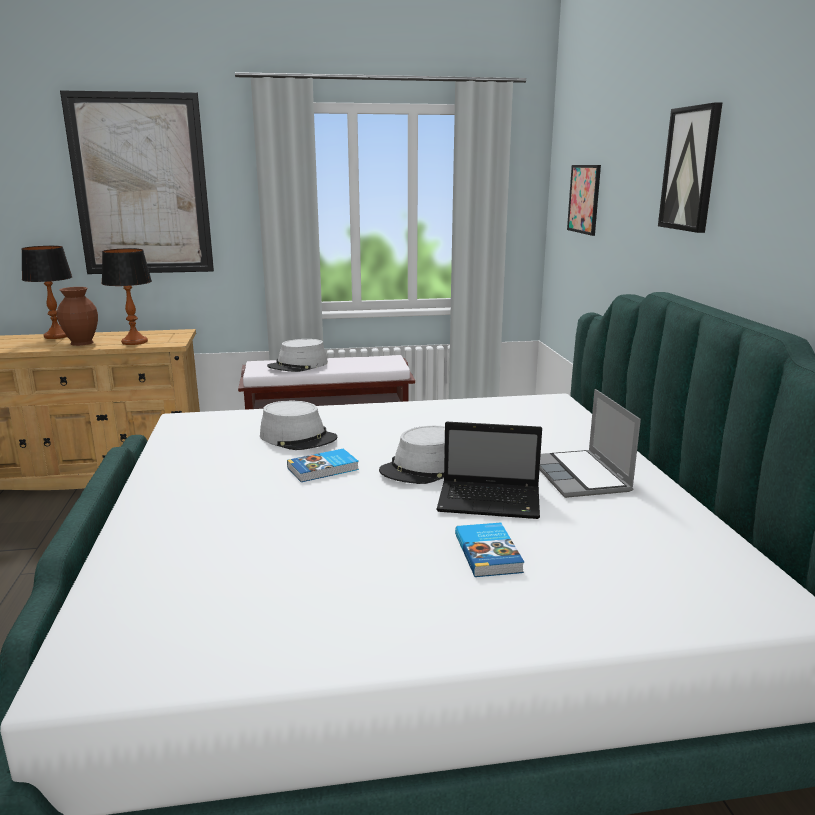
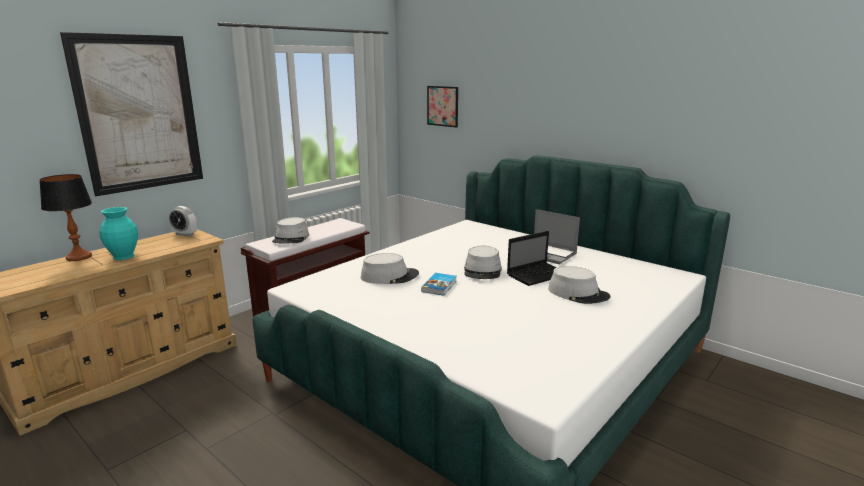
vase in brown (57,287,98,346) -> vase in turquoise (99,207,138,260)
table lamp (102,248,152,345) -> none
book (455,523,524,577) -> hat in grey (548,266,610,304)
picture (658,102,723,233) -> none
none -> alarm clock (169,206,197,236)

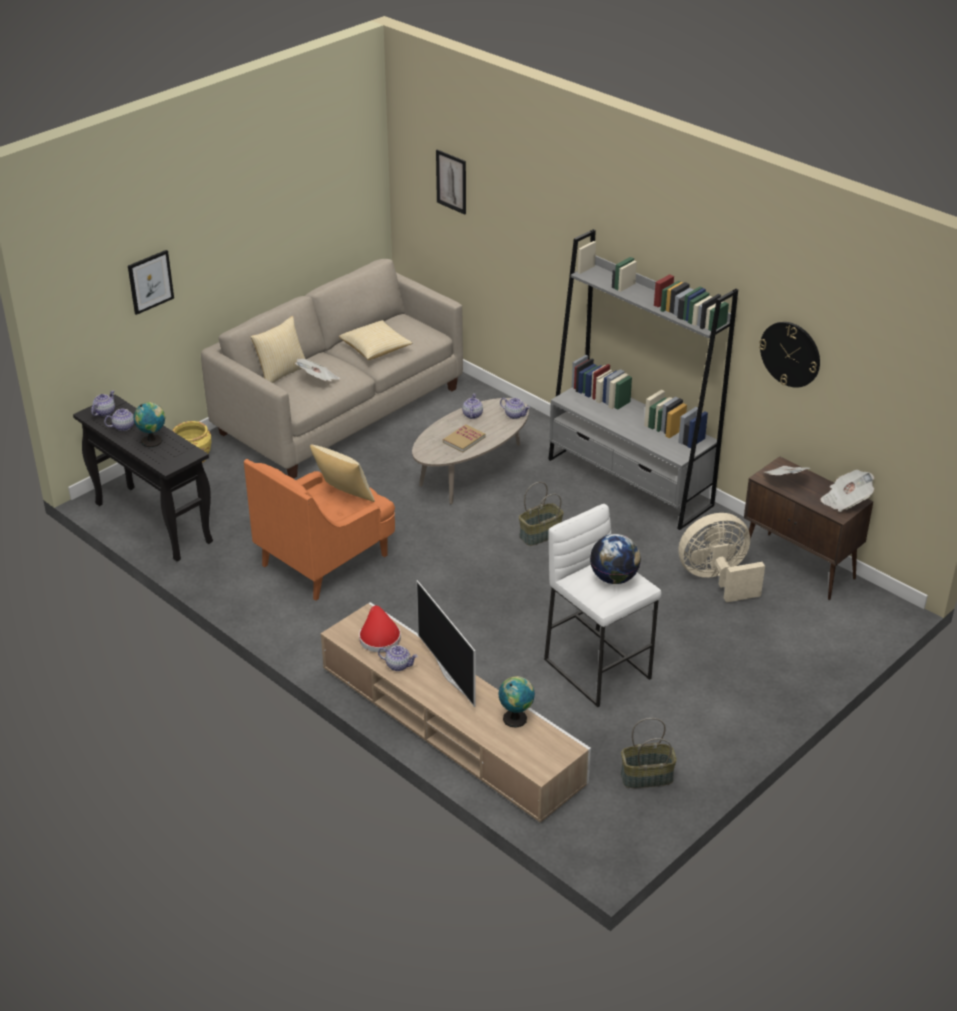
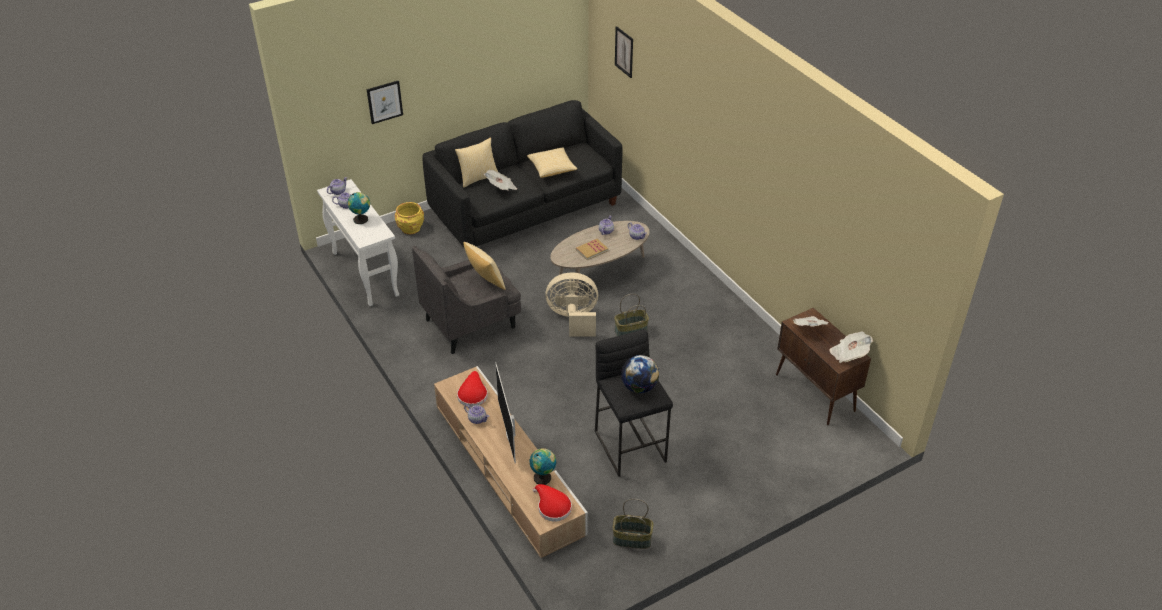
console table in black (73,395,213,562) -> console table in white (317,179,399,306)
sofa in beige (201,259,463,479) -> sofa in black (422,100,622,247)
armchair in orange (244,459,395,601) -> armchair in grey (412,246,521,354)
stool in white (544,504,662,707) -> stool in black (595,329,673,477)
bookcase in grey (548,229,738,530) -> none
fan in beige (679,513,765,603) -> fan in beige (545,272,598,336), relocated
wall clock (759,322,820,388) -> none
none -> hat in red (533,484,572,522)

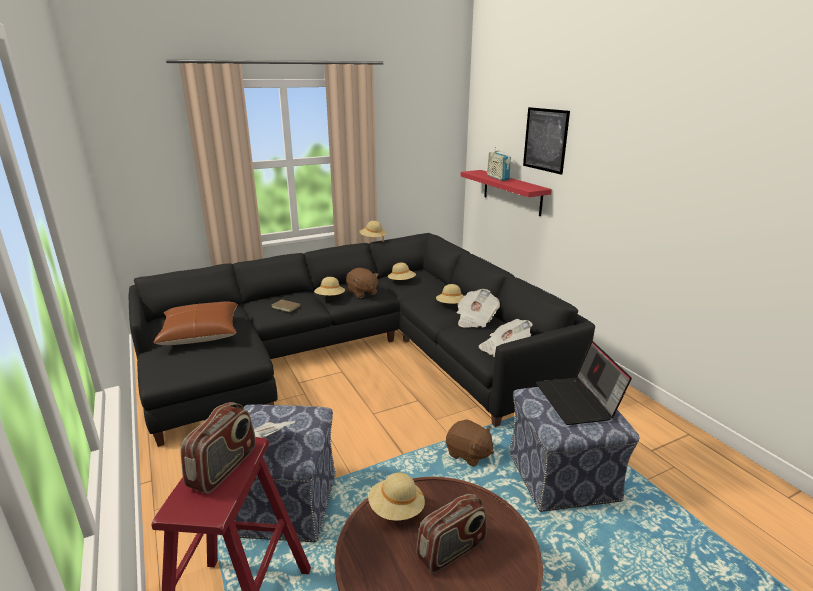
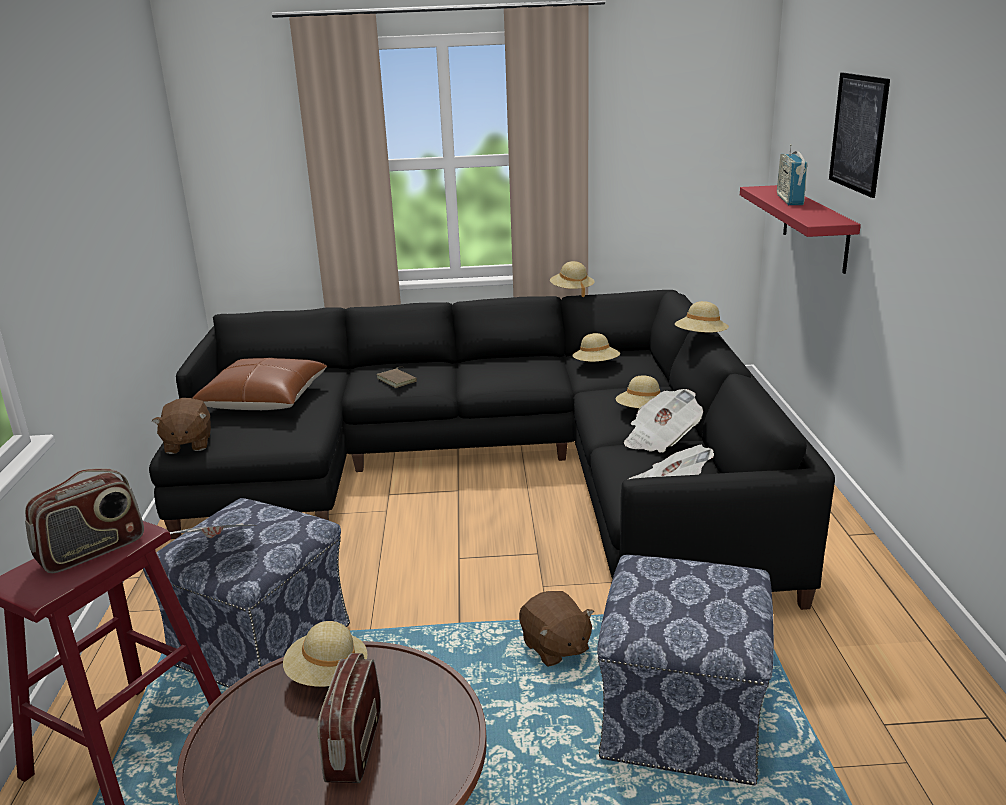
hat in beige (314,277,345,296) -> hat in beige (675,301,729,333), relocated
plush toy in brown (346,268,379,298) -> plush toy in brown (152,398,211,454), relocated
radio (417,494,487,573) -> radio (318,653,381,783), 105 degrees clockwise
laptop (536,341,632,425) -> none

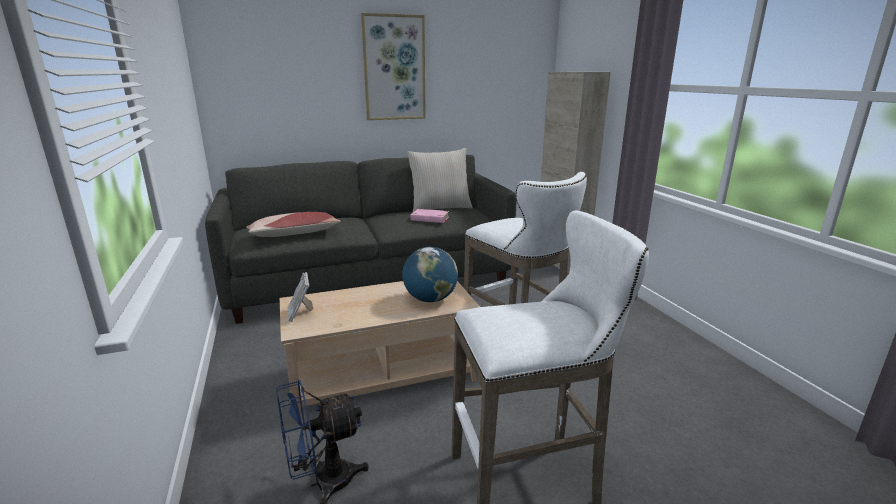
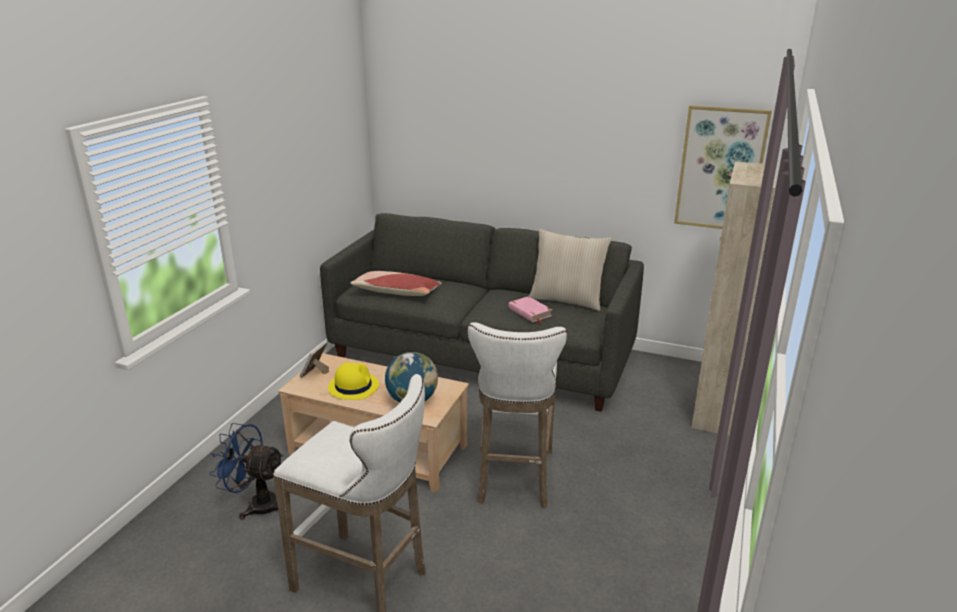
picture (361,13,426,120) -> picture (674,105,772,229), relocated
none -> hat in yellow (328,362,379,400)

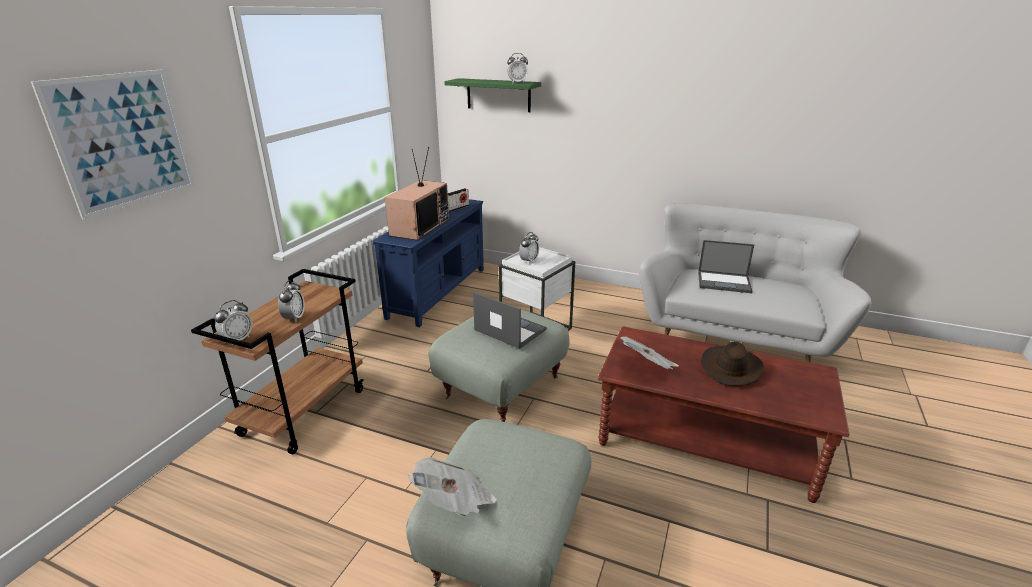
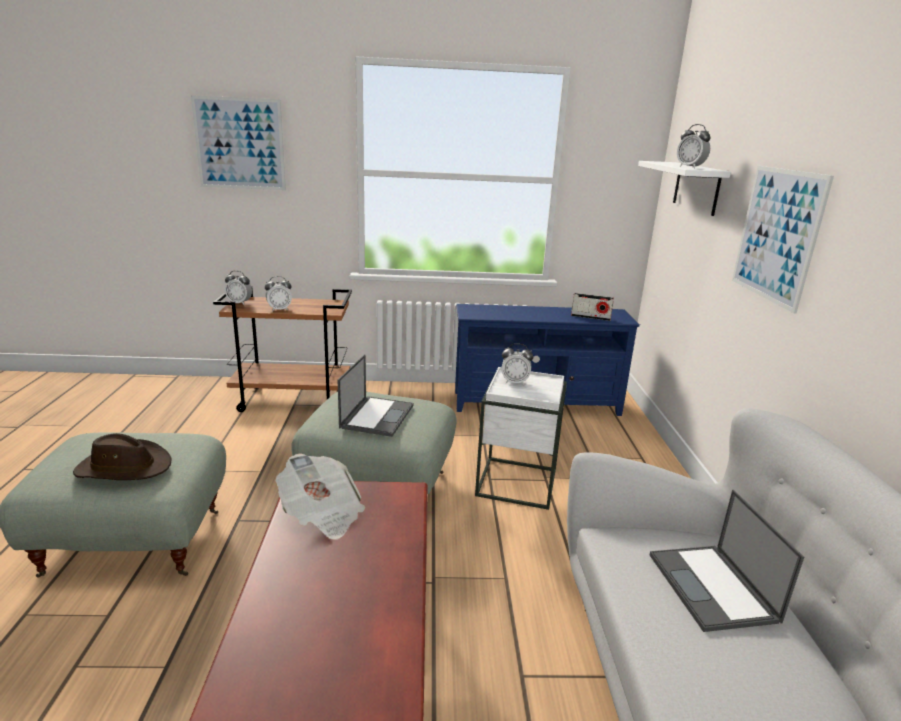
television (385,147,449,240) -> none
newspaper (409,458,497,516) -> none
shelf in green (444,78,541,112) -> shelf in white (638,161,731,216)
hat in brown (701,342,764,386) -> hat in brown (73,433,172,480), relocated
none -> picture (732,166,834,313)

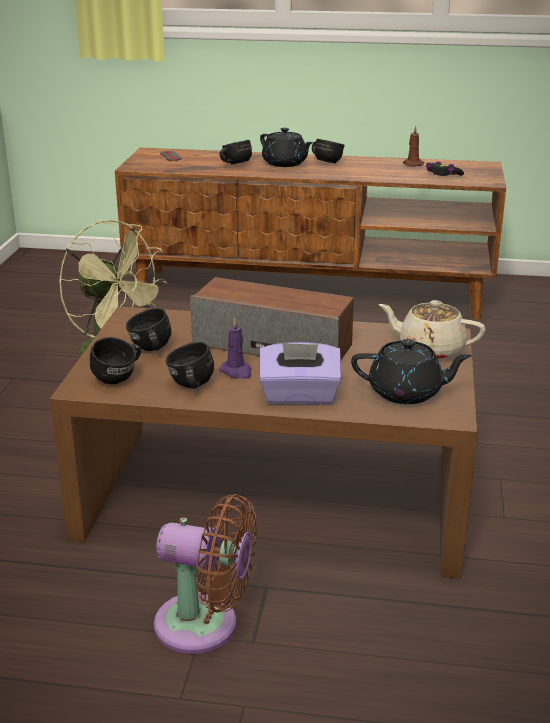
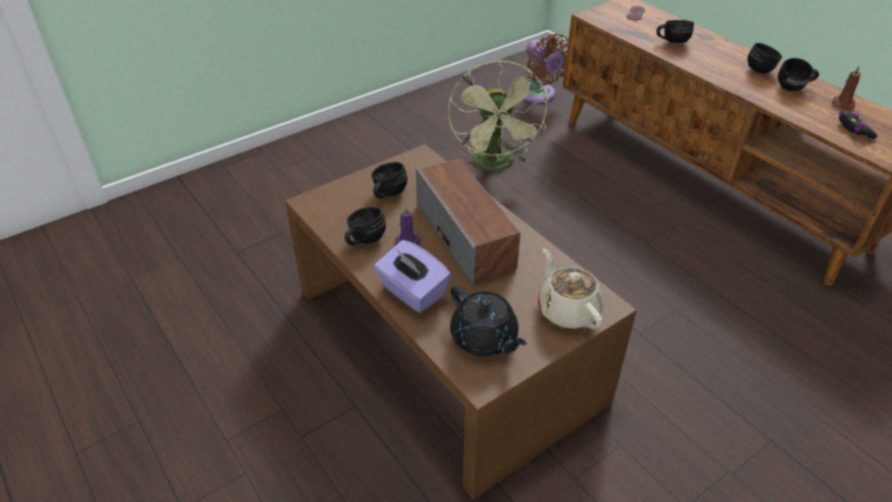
mug in black (90,337,141,384) -> mug in black (778,58,819,91), relocated
fan in brown (154,494,257,654) -> fan in brown (523,34,569,103), relocated
teapot in black (260,128,313,167) -> none

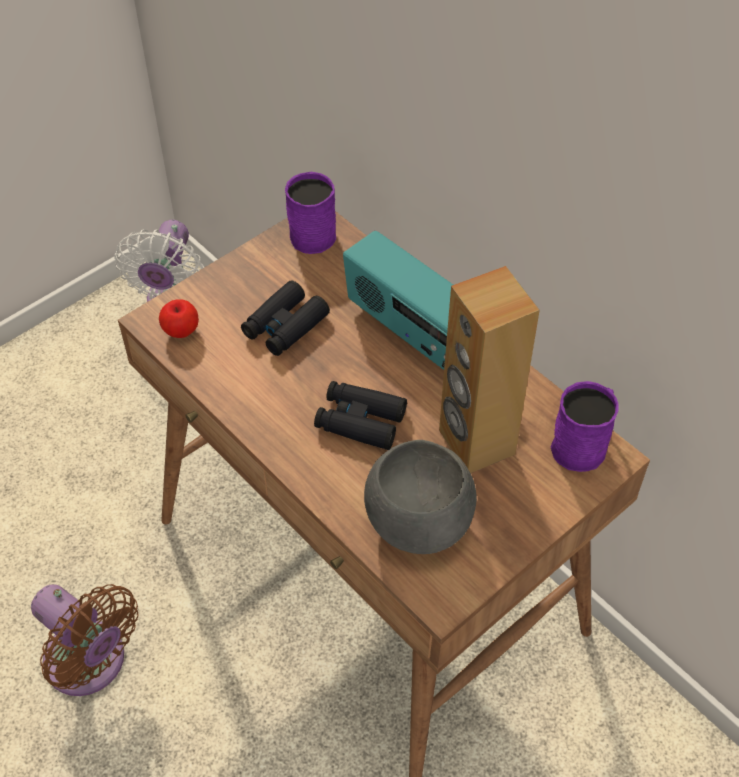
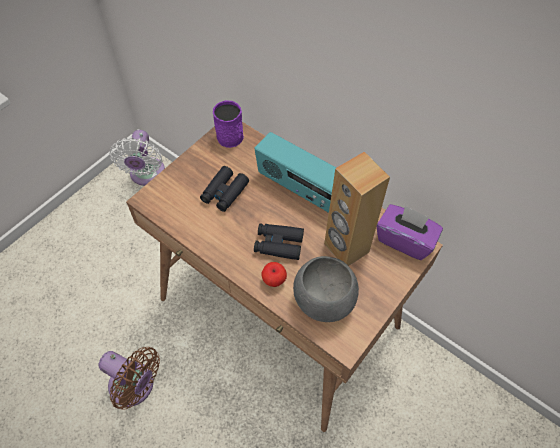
apple (159,299,199,338) -> apple (261,262,287,287), relocated
mug in purple (551,381,619,472) -> tissue box in purple (377,204,443,260)

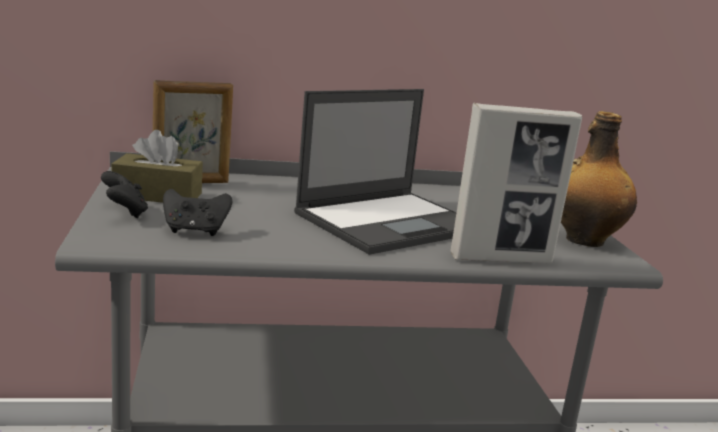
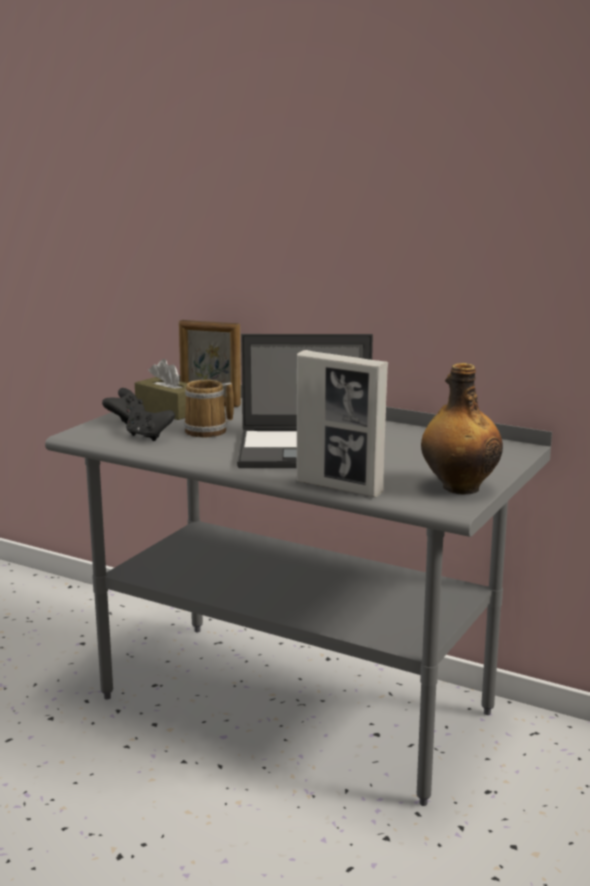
none -> mug (184,380,234,437)

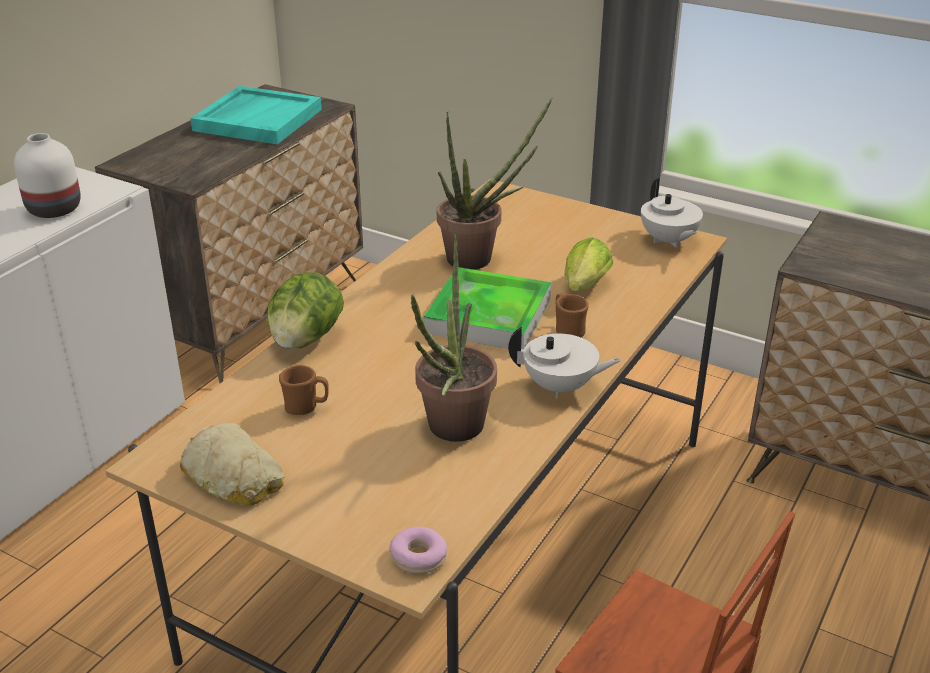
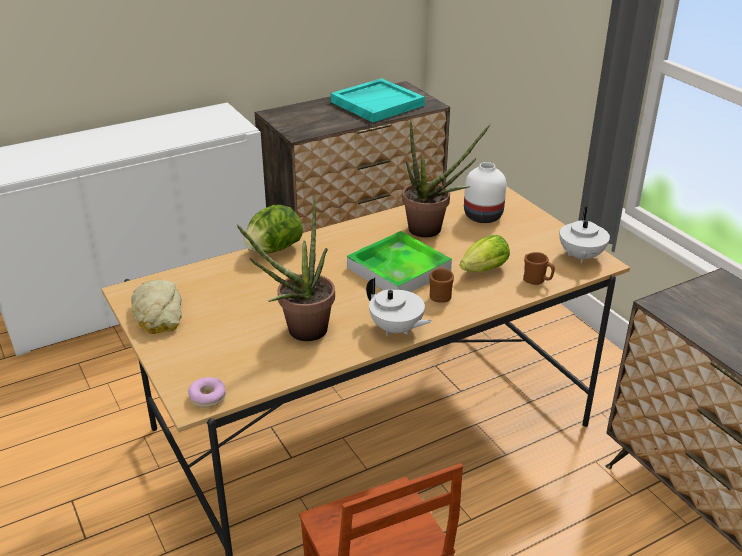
vase in white (14,133,81,218) -> vase in white (464,162,506,223), relocated
mug in brown (279,365,329,415) -> mug in brown (523,252,555,285), relocated

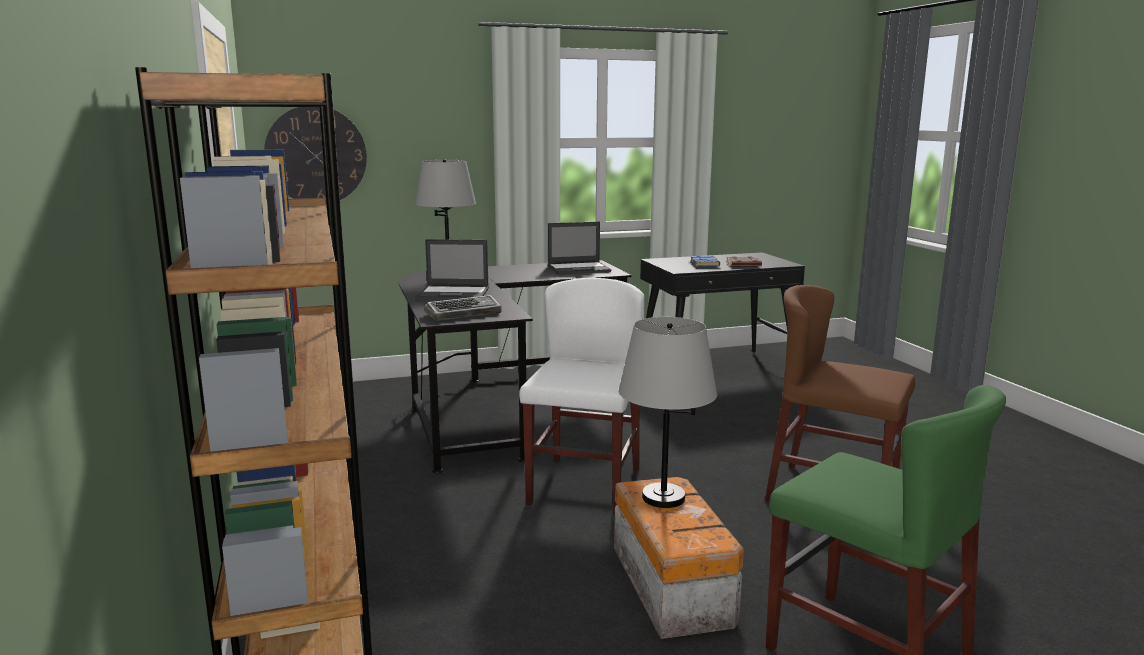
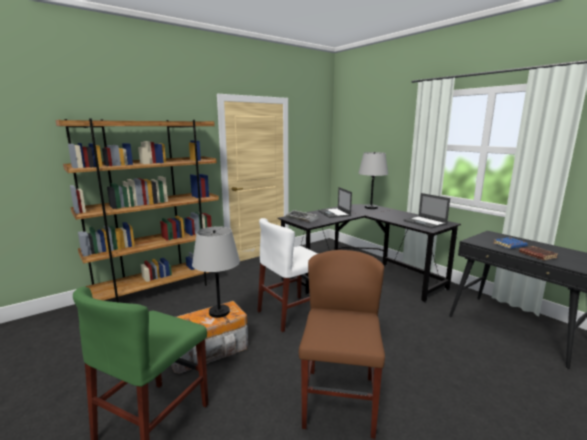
wall clock (264,107,367,204) -> none
chair in white (519,278,645,516) -> chair in white (258,218,318,332), 150 degrees clockwise

